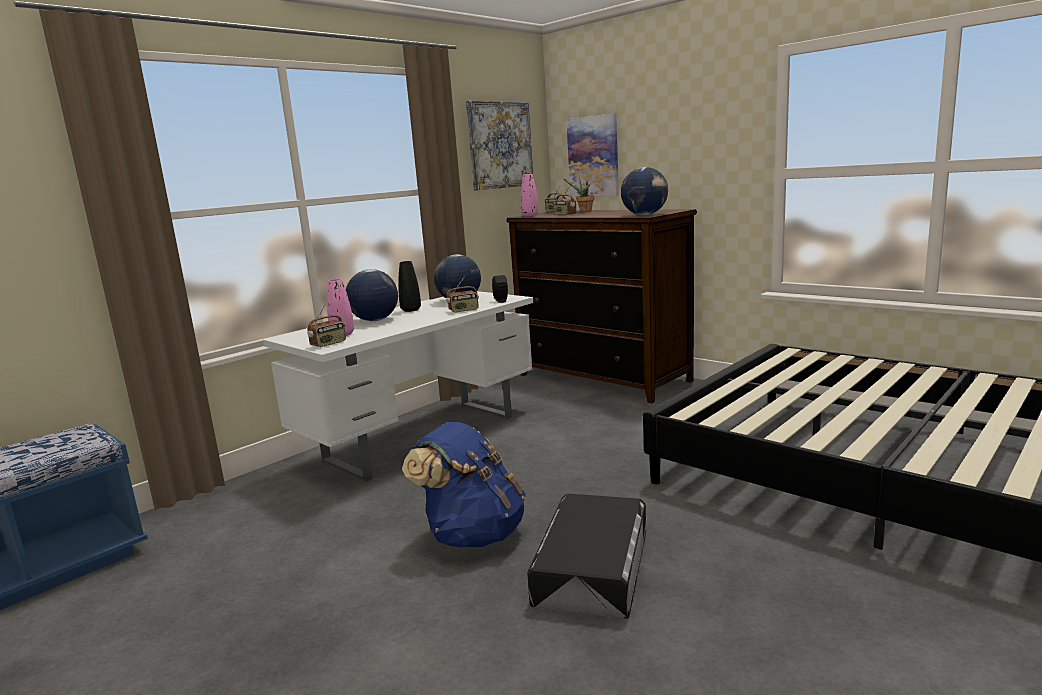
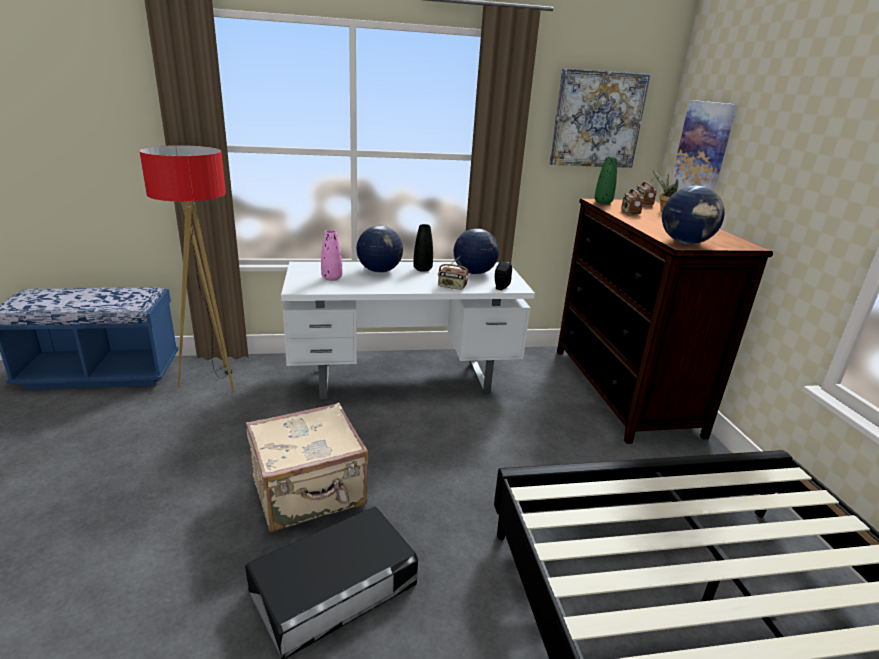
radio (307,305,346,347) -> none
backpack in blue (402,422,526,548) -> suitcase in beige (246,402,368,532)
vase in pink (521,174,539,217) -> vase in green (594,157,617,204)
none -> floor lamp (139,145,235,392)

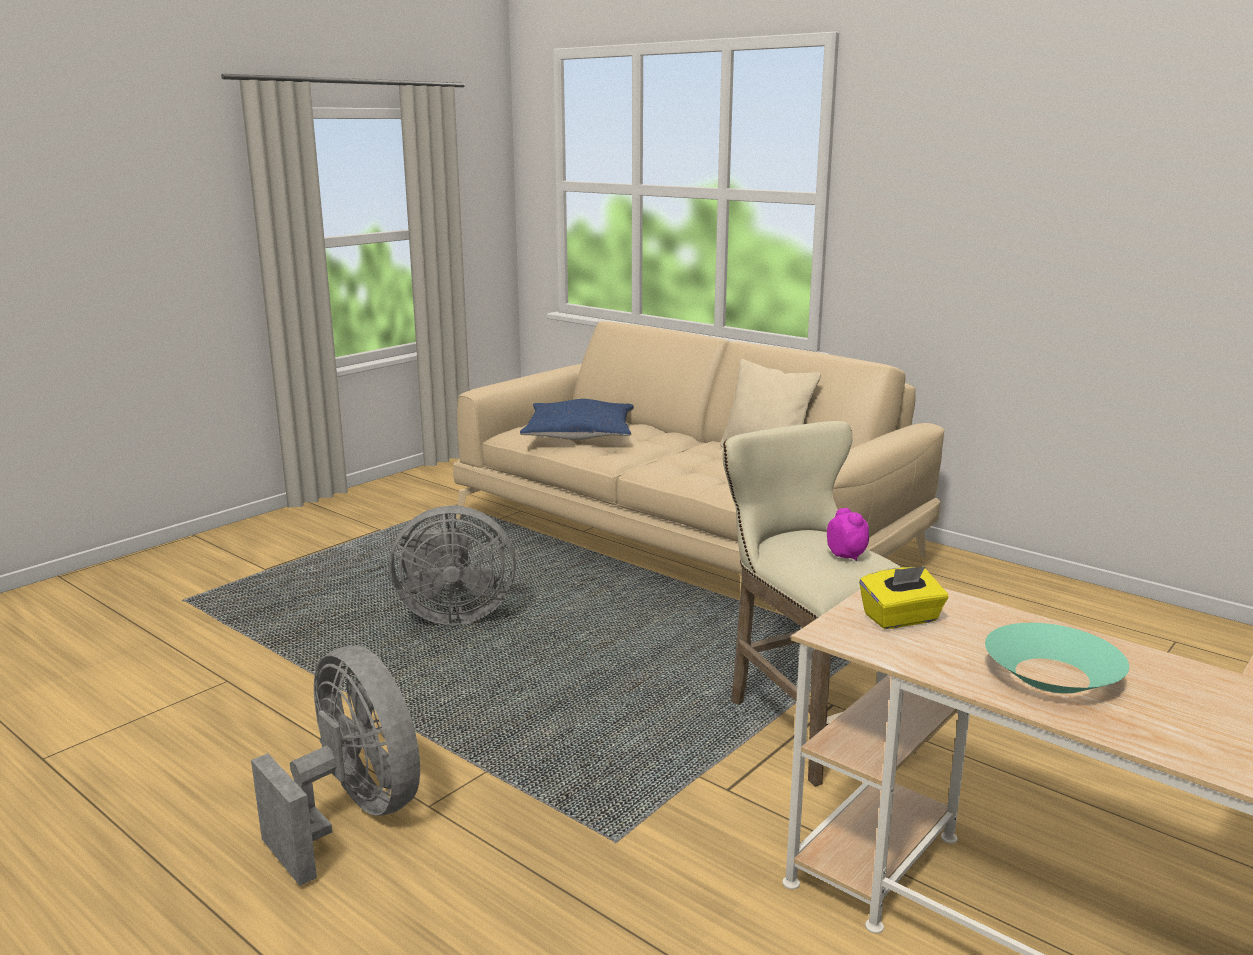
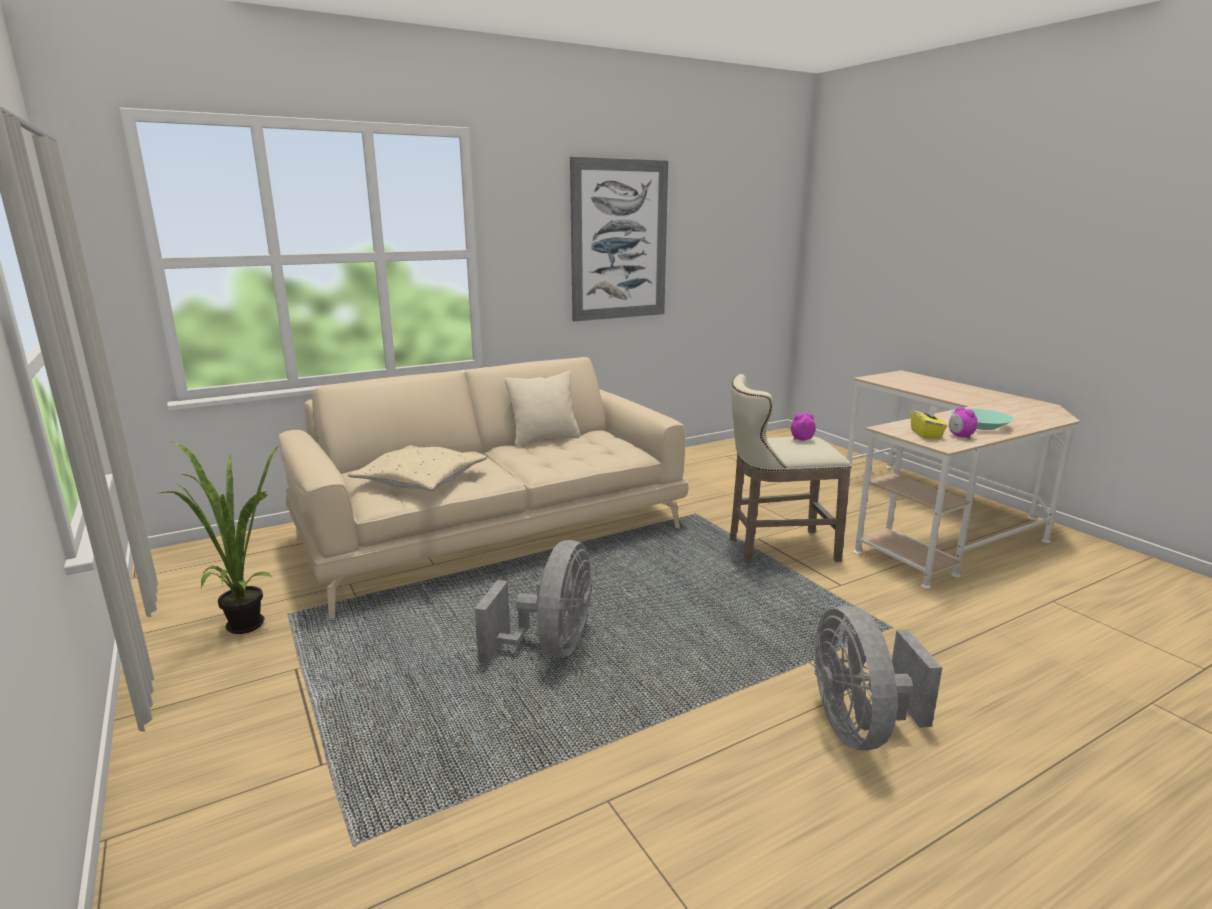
fan in grey (251,645,420,886) -> fan in grey (814,605,943,751), 75 degrees counterclockwise
pillow in blue (520,399,634,440) -> pillow in beige (348,445,487,491)
none -> potted plant (161,440,280,634)
none -> picture (570,157,668,322)
none -> alarm clock (949,407,977,439)

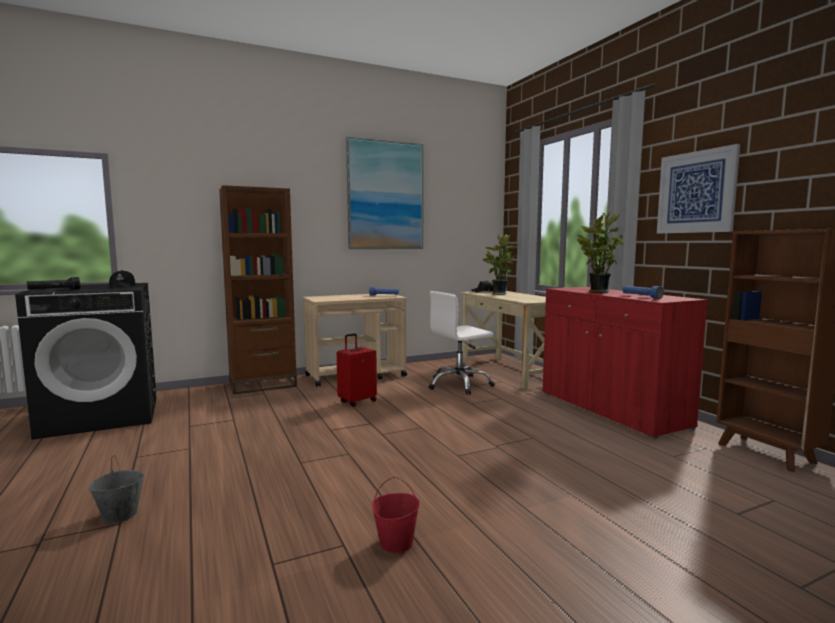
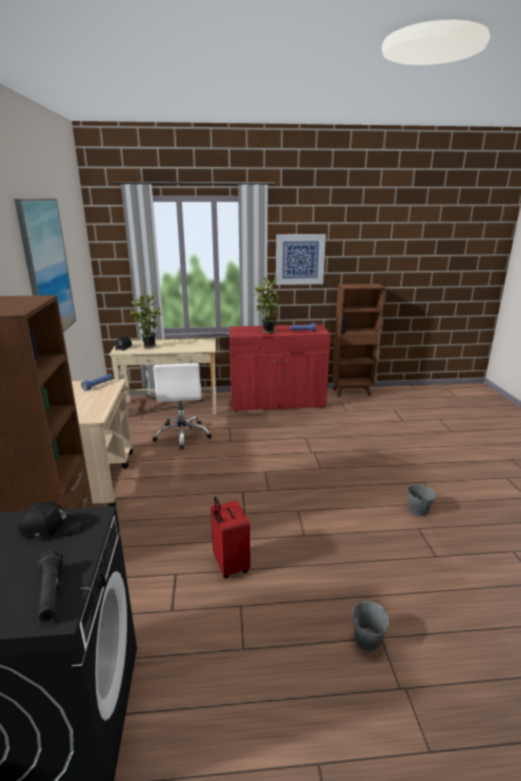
suitcase in red (337,333,377,407) -> suitcase in red (211,497,250,579), relocated
bucket in red (372,477,420,553) -> bucket in grey (407,478,436,516)

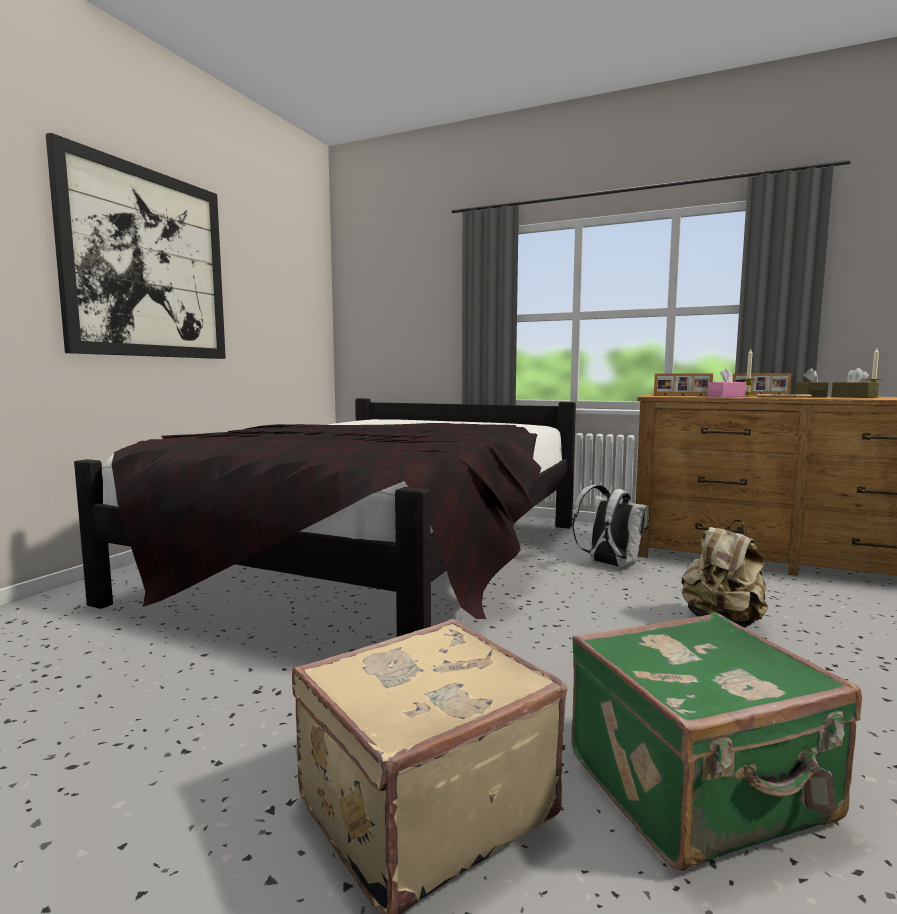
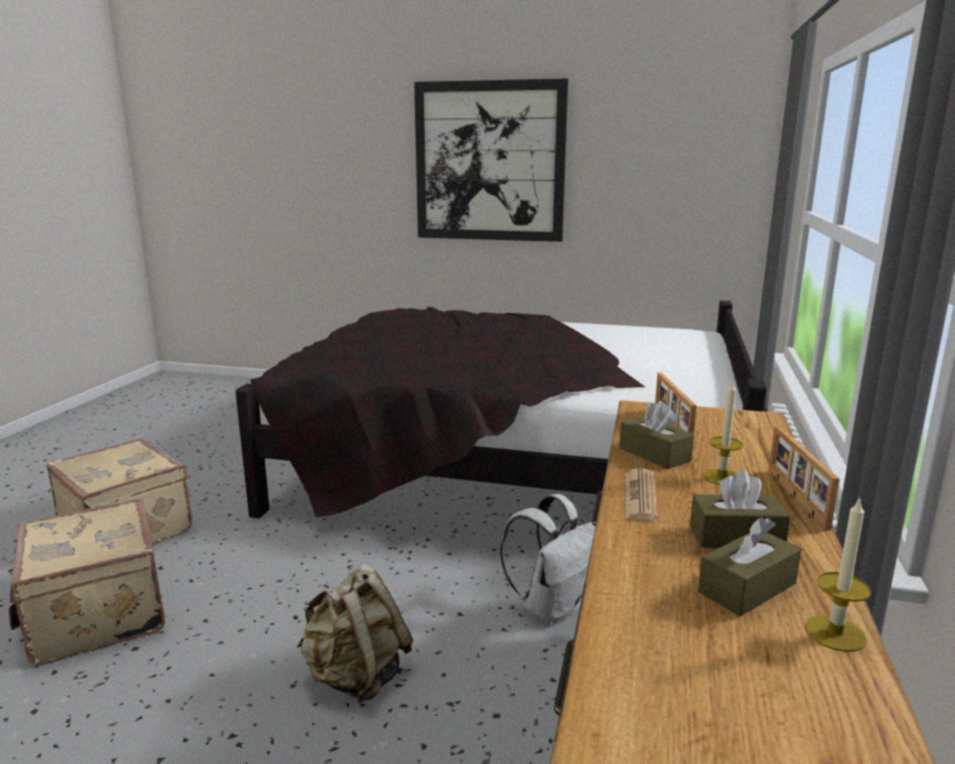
suitcase in green (571,612,862,871) -> suitcase in beige (8,499,165,665)
tissue box in pink (708,368,746,397) -> tissue box in brown (619,401,694,469)

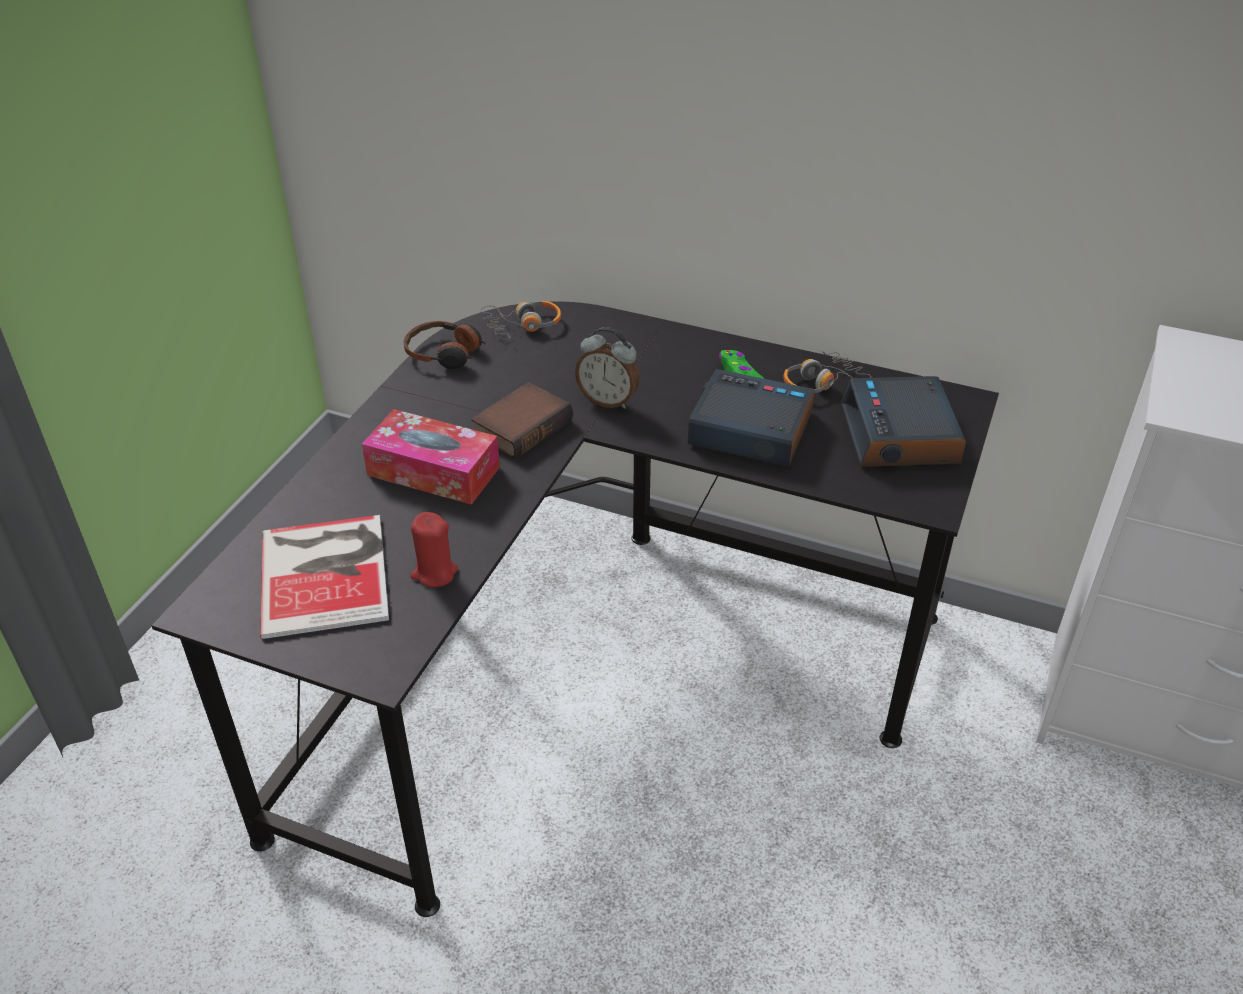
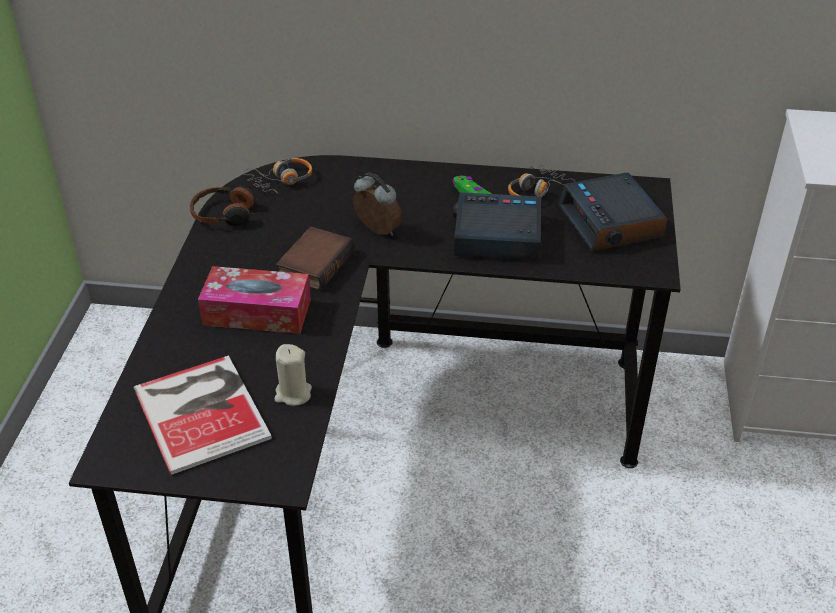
candle in red (410,512,458,587) -> candle in beige (275,344,312,406)
alarm clock (575,327,640,409) -> alarm clock (353,173,402,236), 150 degrees counterclockwise

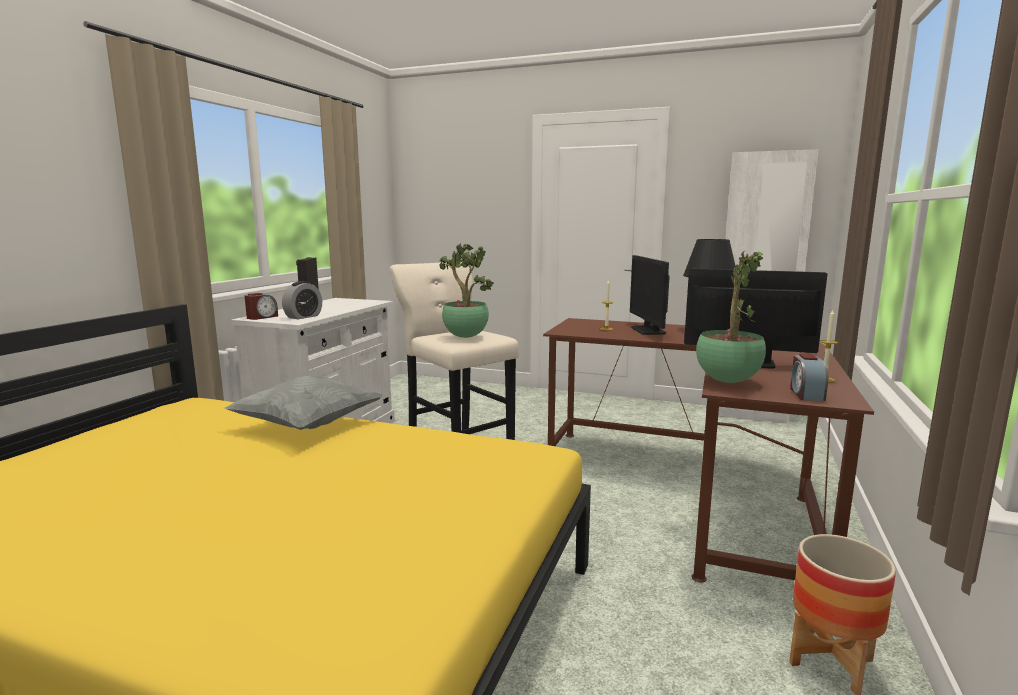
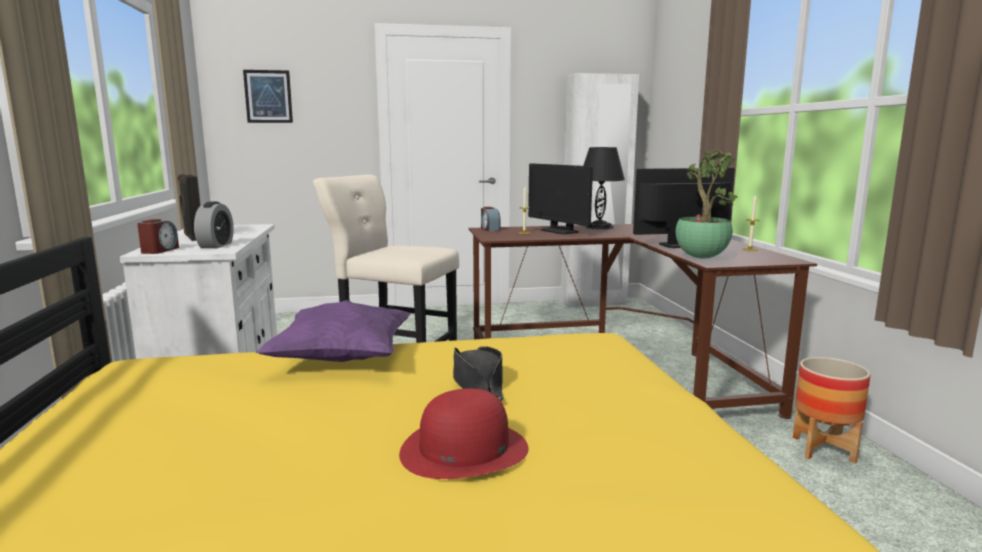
pillow in grey (225,375,383,430) -> pillow in purple (255,300,411,362)
potted plant (439,244,494,338) -> none
alarm clock (790,354,828,401) -> alarm clock (481,207,501,231), relocated
none -> picture (243,70,293,123)
none -> hat in red (399,388,529,479)
none -> hat in black (453,346,504,401)

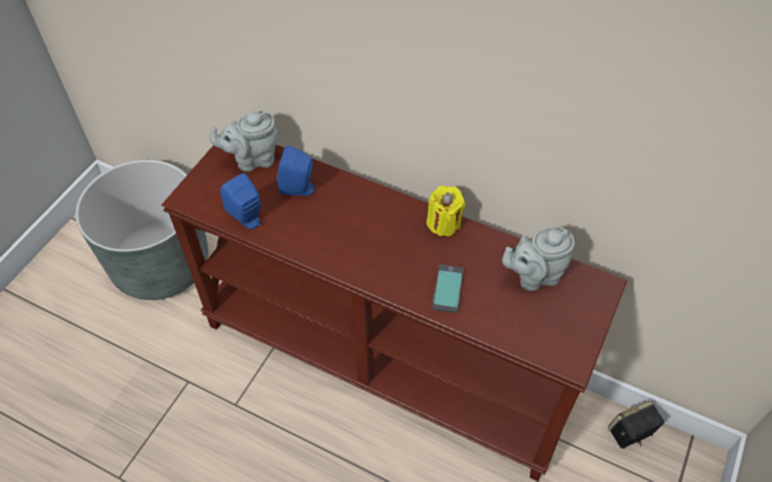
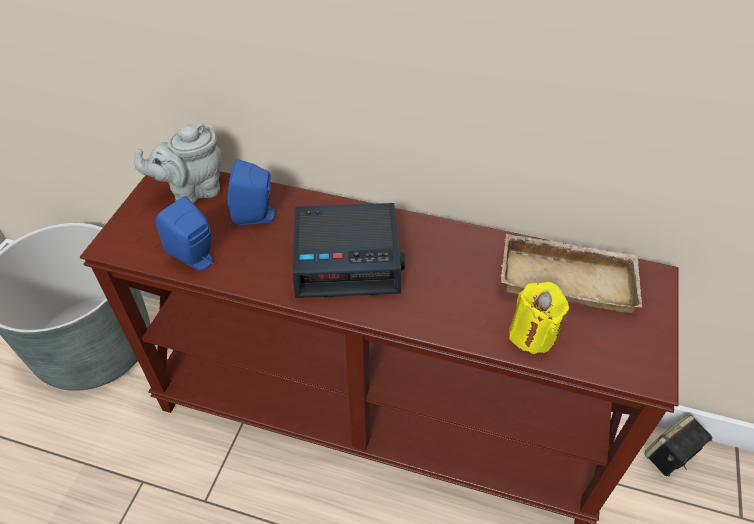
candle in yellow (426,186,466,237) -> candle in yellow (509,282,569,354), relocated
phone (432,265,464,313) -> none
teapot in grey (502,226,575,291) -> tray in beige (501,233,643,313)
none -> alarm clock (292,203,405,298)

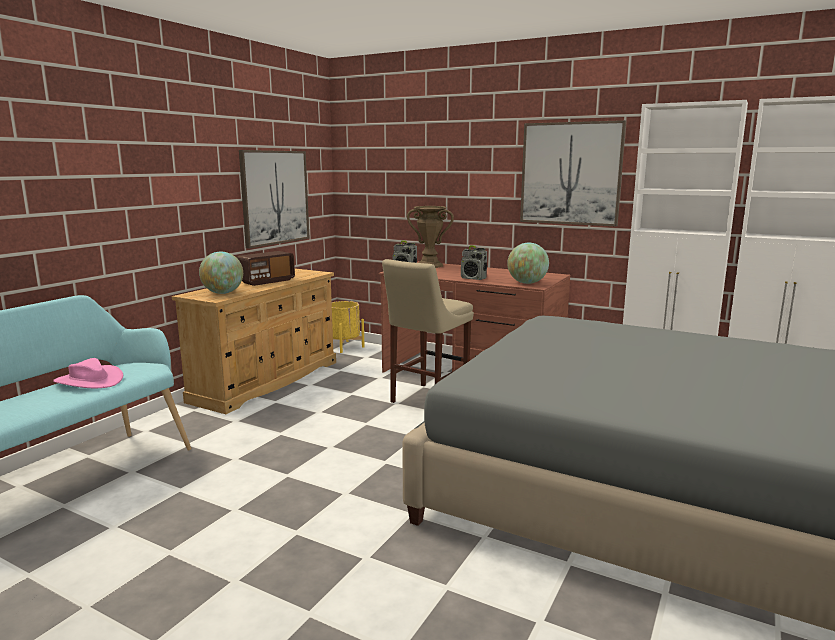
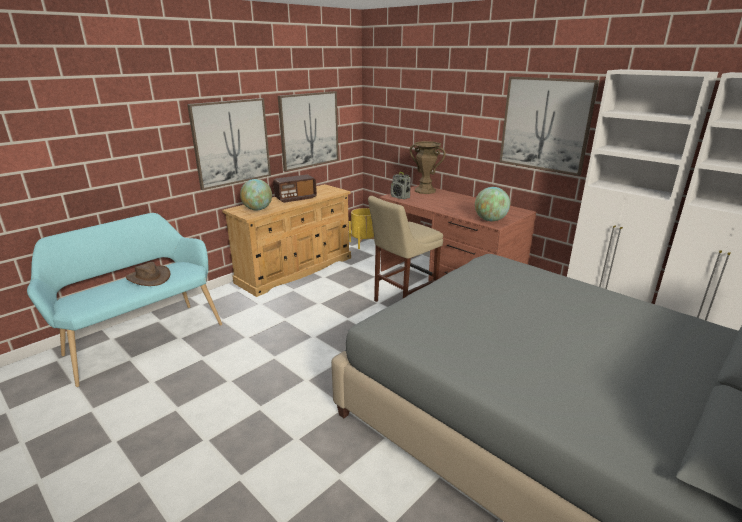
hat in pink (53,358,123,388) -> hat in brown (126,262,170,286)
radio (461,245,487,280) -> none
none -> picture (187,98,271,190)

